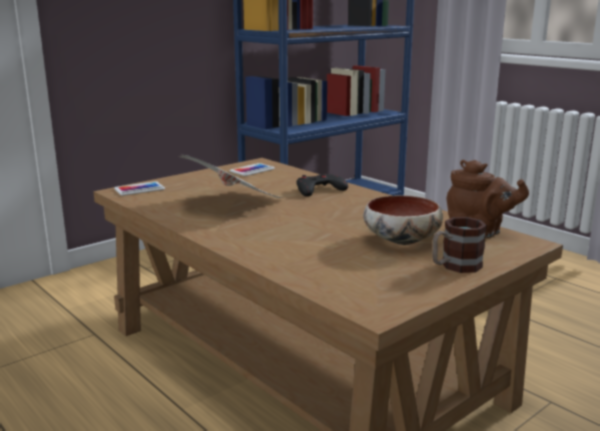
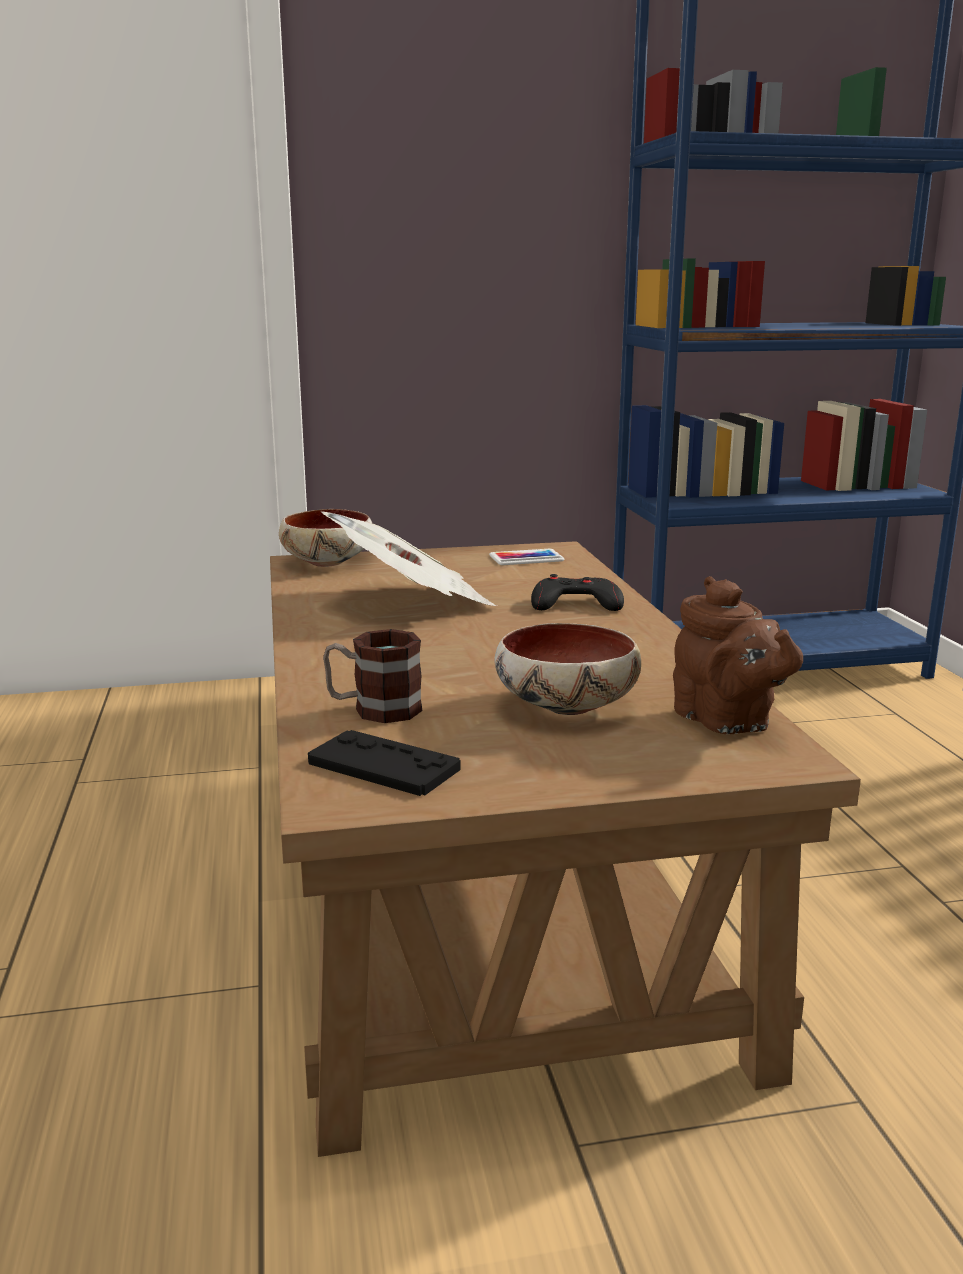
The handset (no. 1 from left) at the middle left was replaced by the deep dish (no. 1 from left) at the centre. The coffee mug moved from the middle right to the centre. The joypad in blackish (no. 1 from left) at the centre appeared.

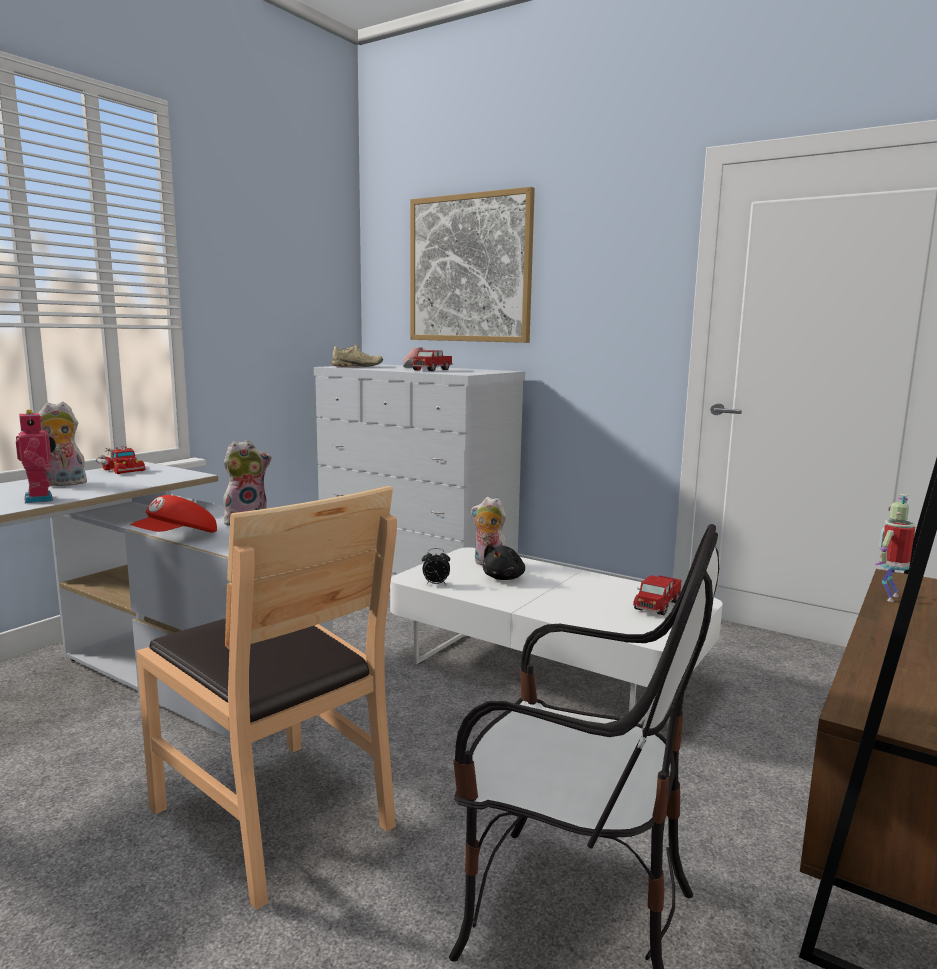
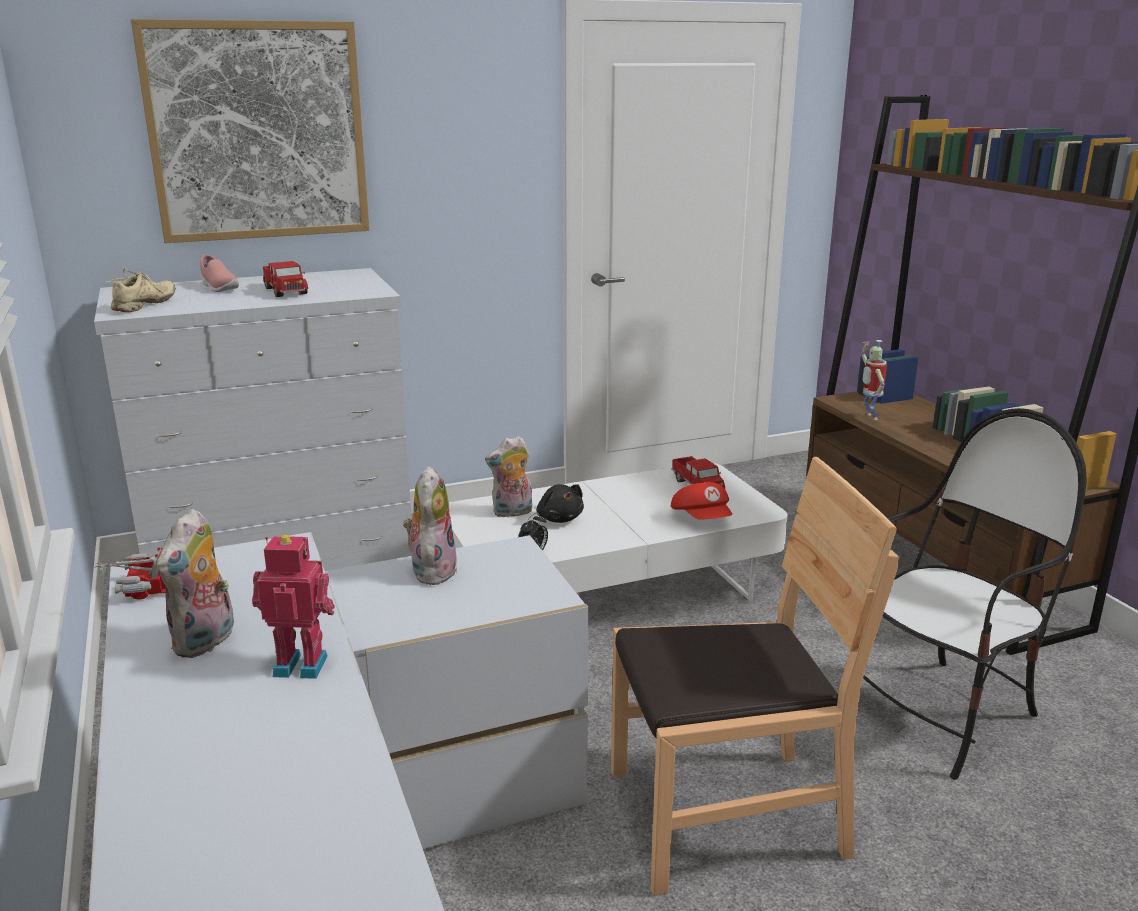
The peaked cap in red-coloured moved from the middle left to the centre.

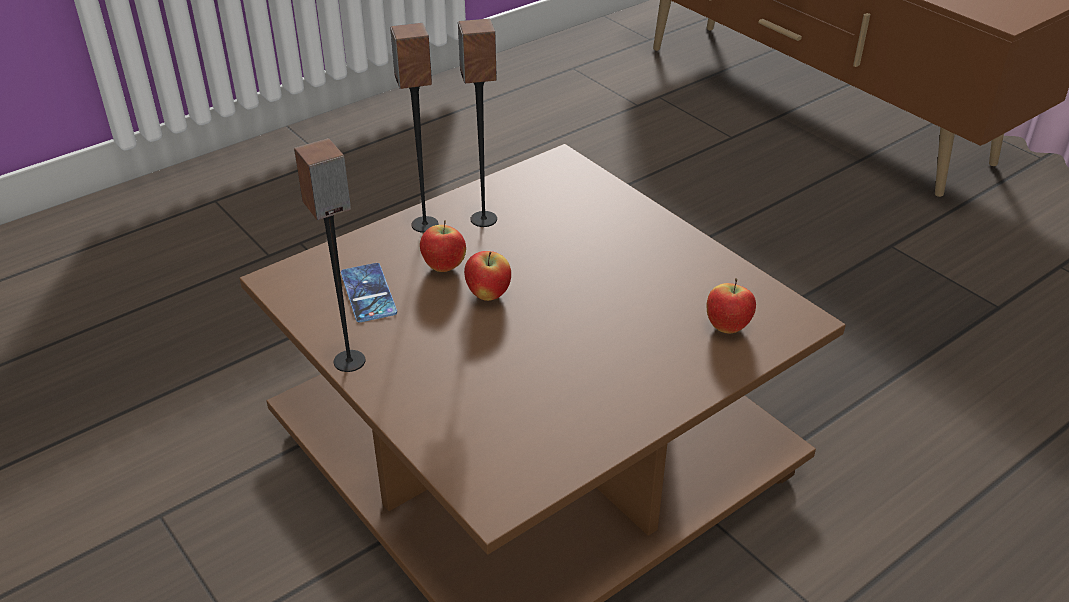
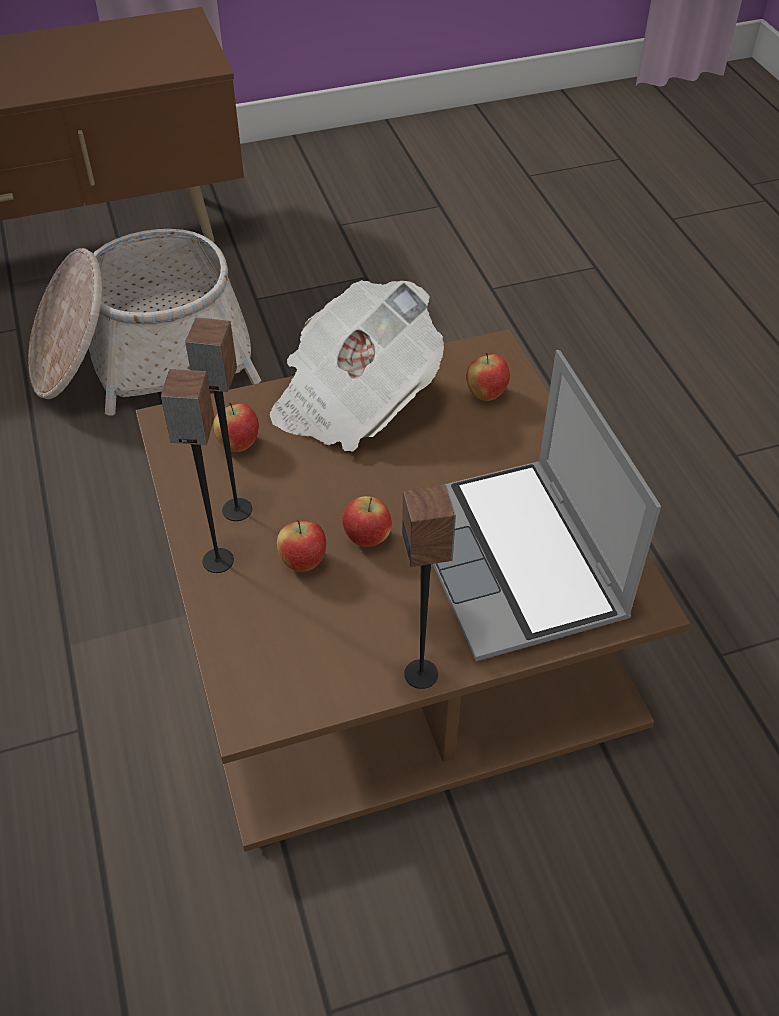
The handset at the centre disappeared. The storage basket at the top left appeared. The whole apple (no. 1 from left) at the middle left appeared. The newspaper at the centre appeared. The laptop at the middle right appeared.

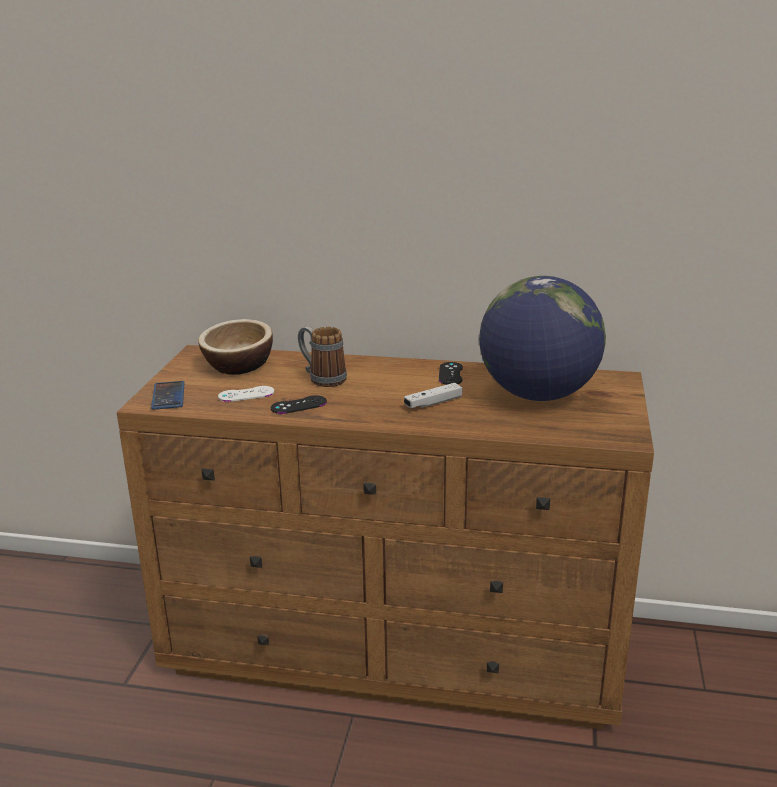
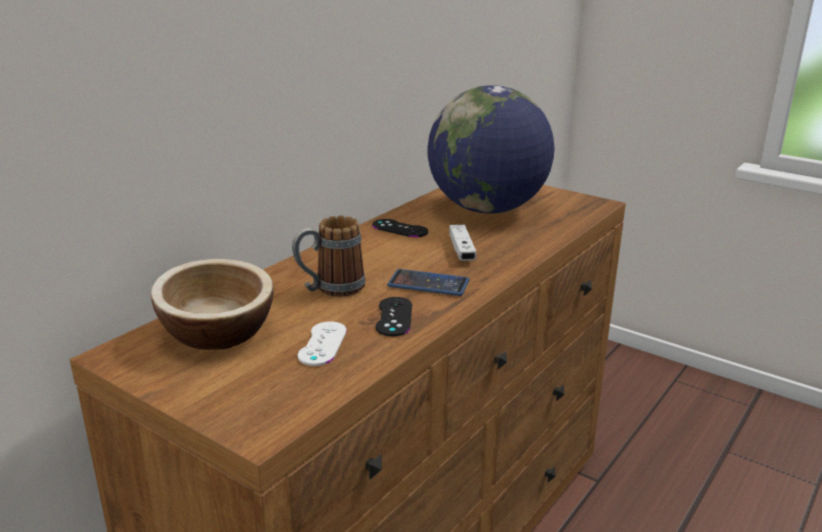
The handset moved from the middle left to the centre.

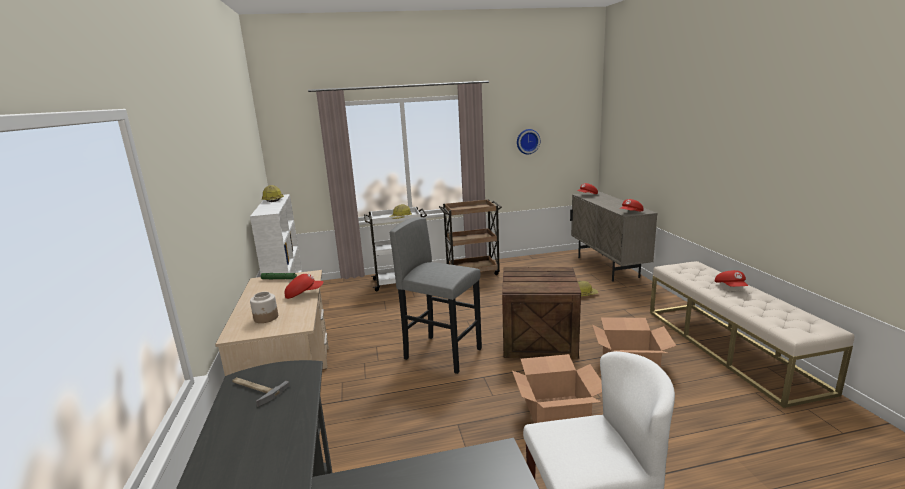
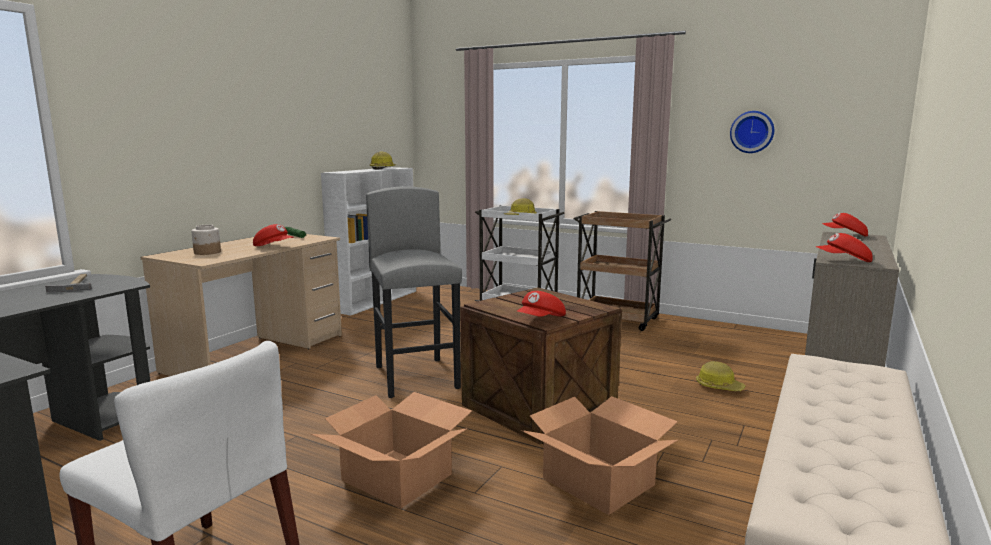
The peaked cap in red-coloured (no. 4 from left in the first image) moved from the middle right to the centre.

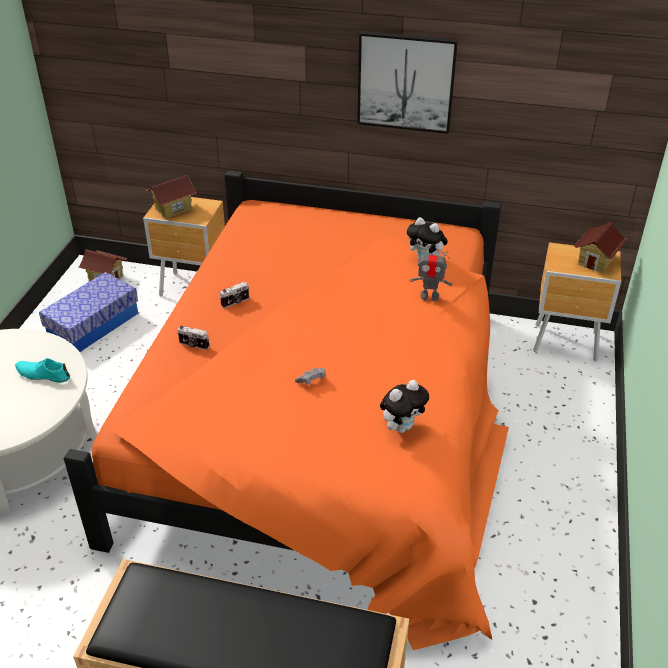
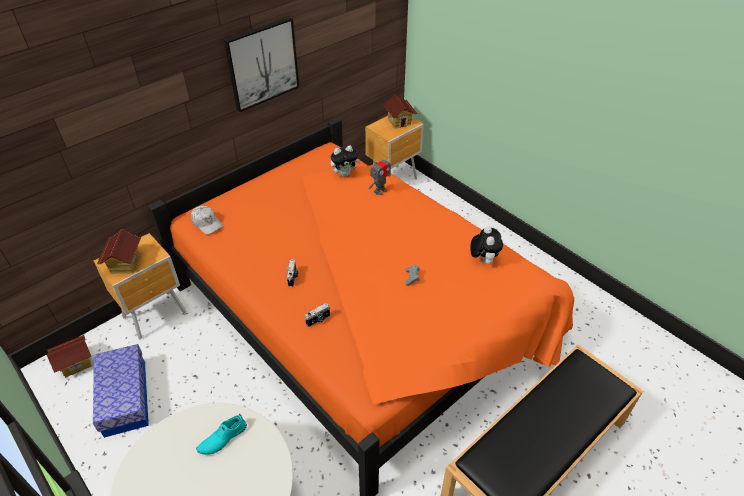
The peaked cap in white-coloured at the middle left appeared.

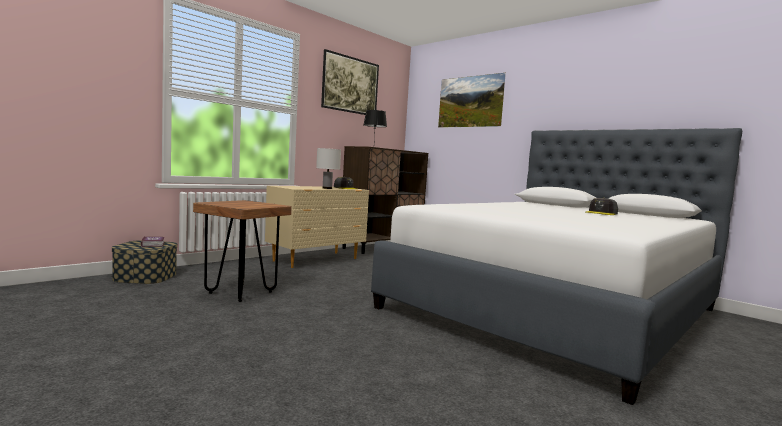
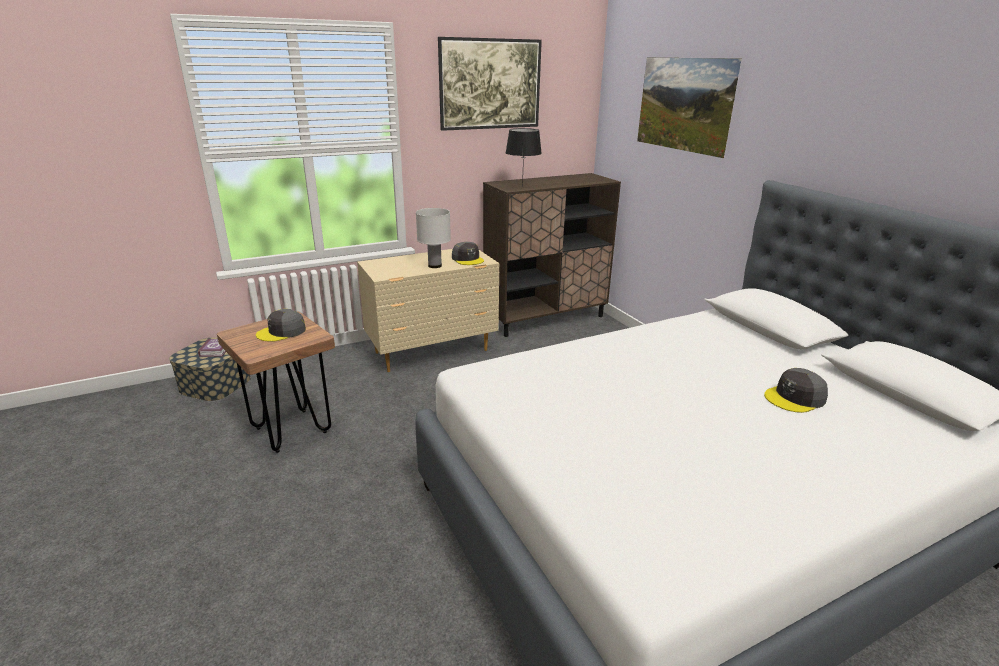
The peaked cap in grey (no. 1 from left) at the middle left appeared.

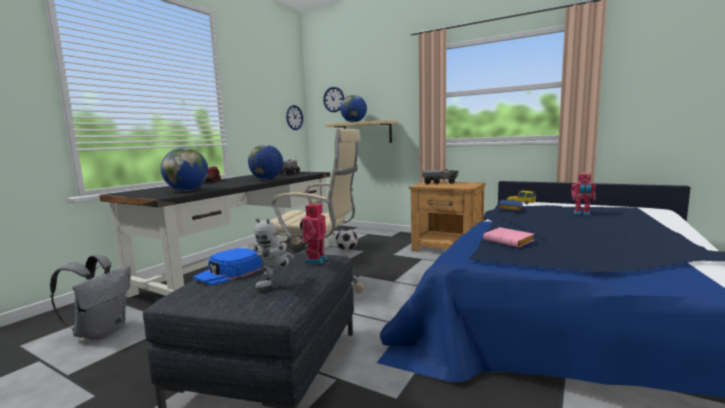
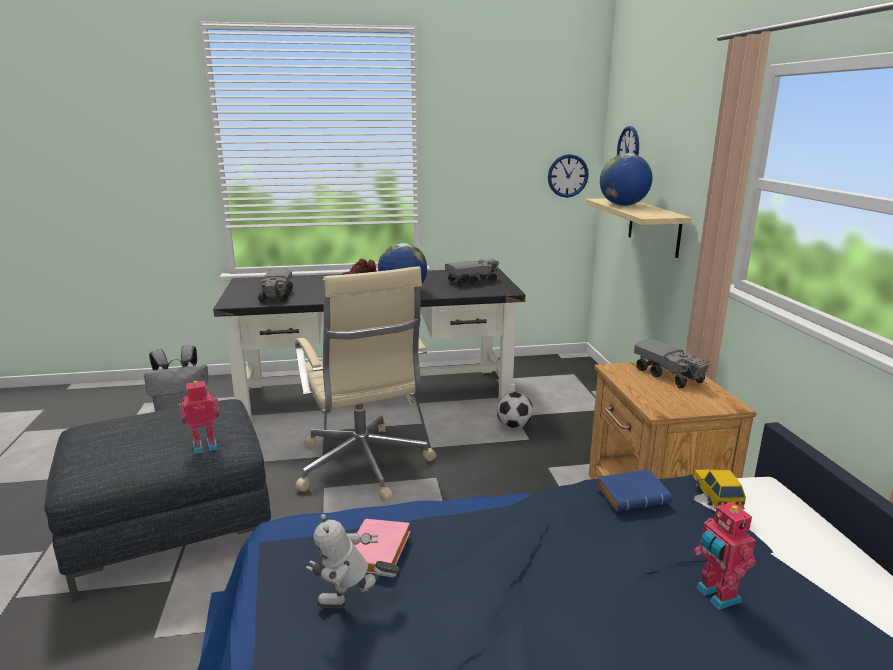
The globe (no. 1 from left) at the middle left was replaced by the model truck (no. 1 from left) at the middle left. The peaked cap in bluish at the middle left disappeared. The model robot (no. 1 from left in the first image) moved from the centre to the bottom centre.

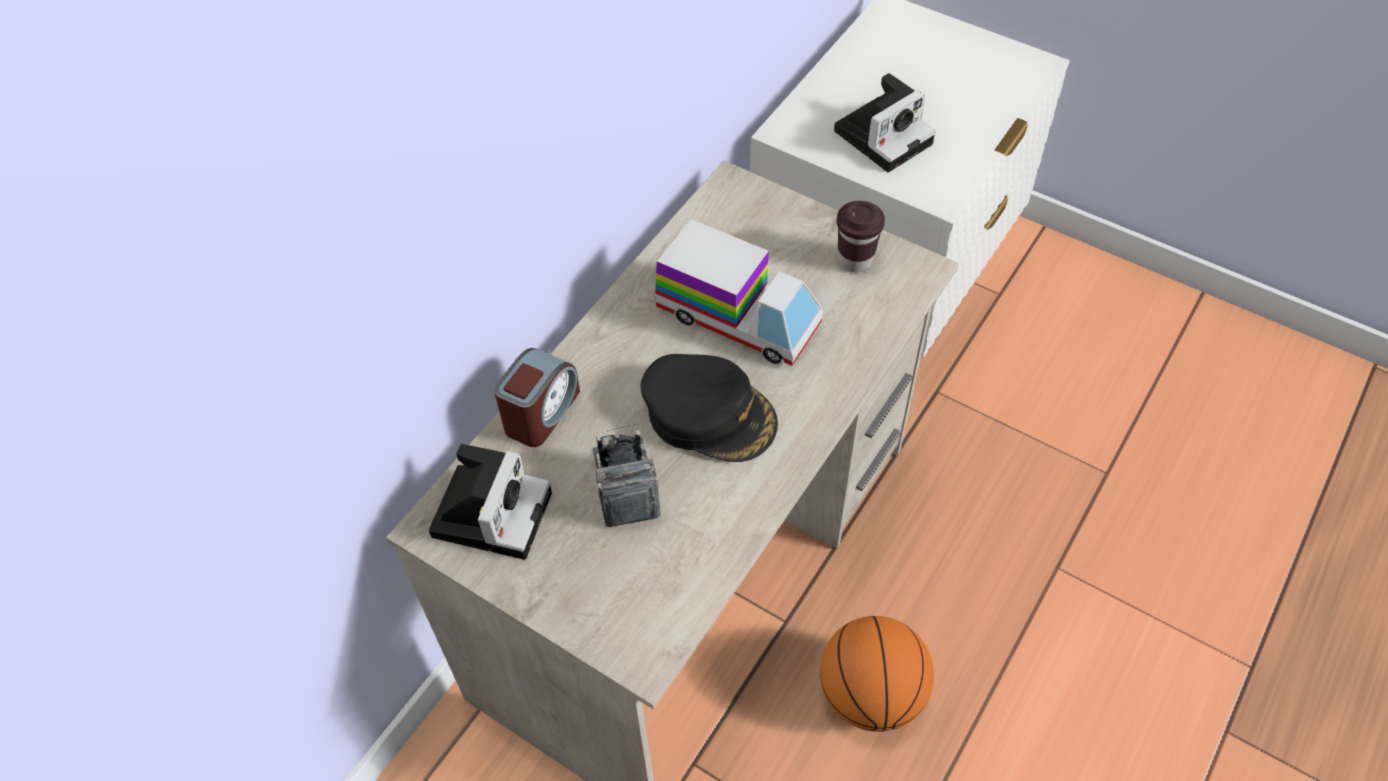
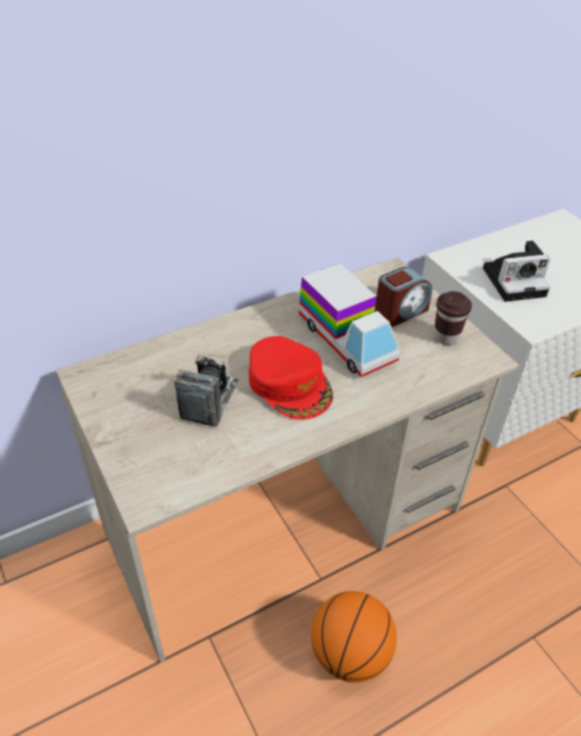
The photo camera (no. 1 from left) at the centre disappeared. The bedside clock moved from the centre to the middle right. The peaked cap in blackish at the centre became the peaked cap in red-coloured at the centre.

